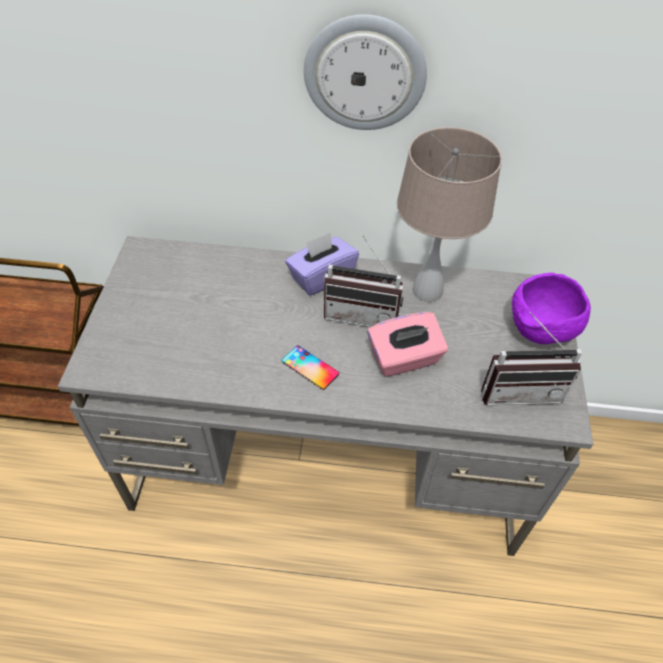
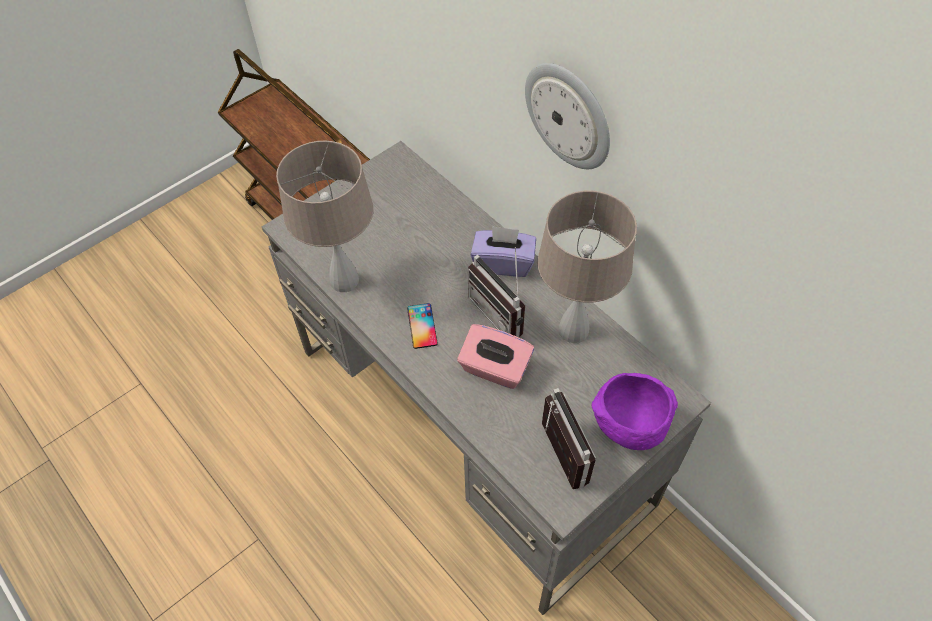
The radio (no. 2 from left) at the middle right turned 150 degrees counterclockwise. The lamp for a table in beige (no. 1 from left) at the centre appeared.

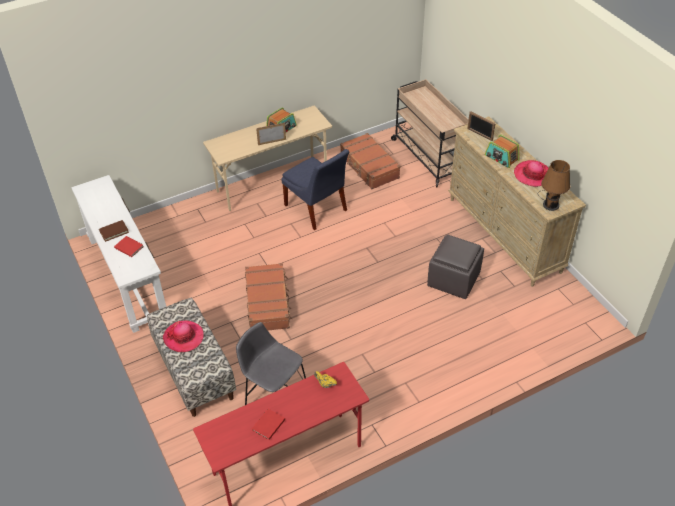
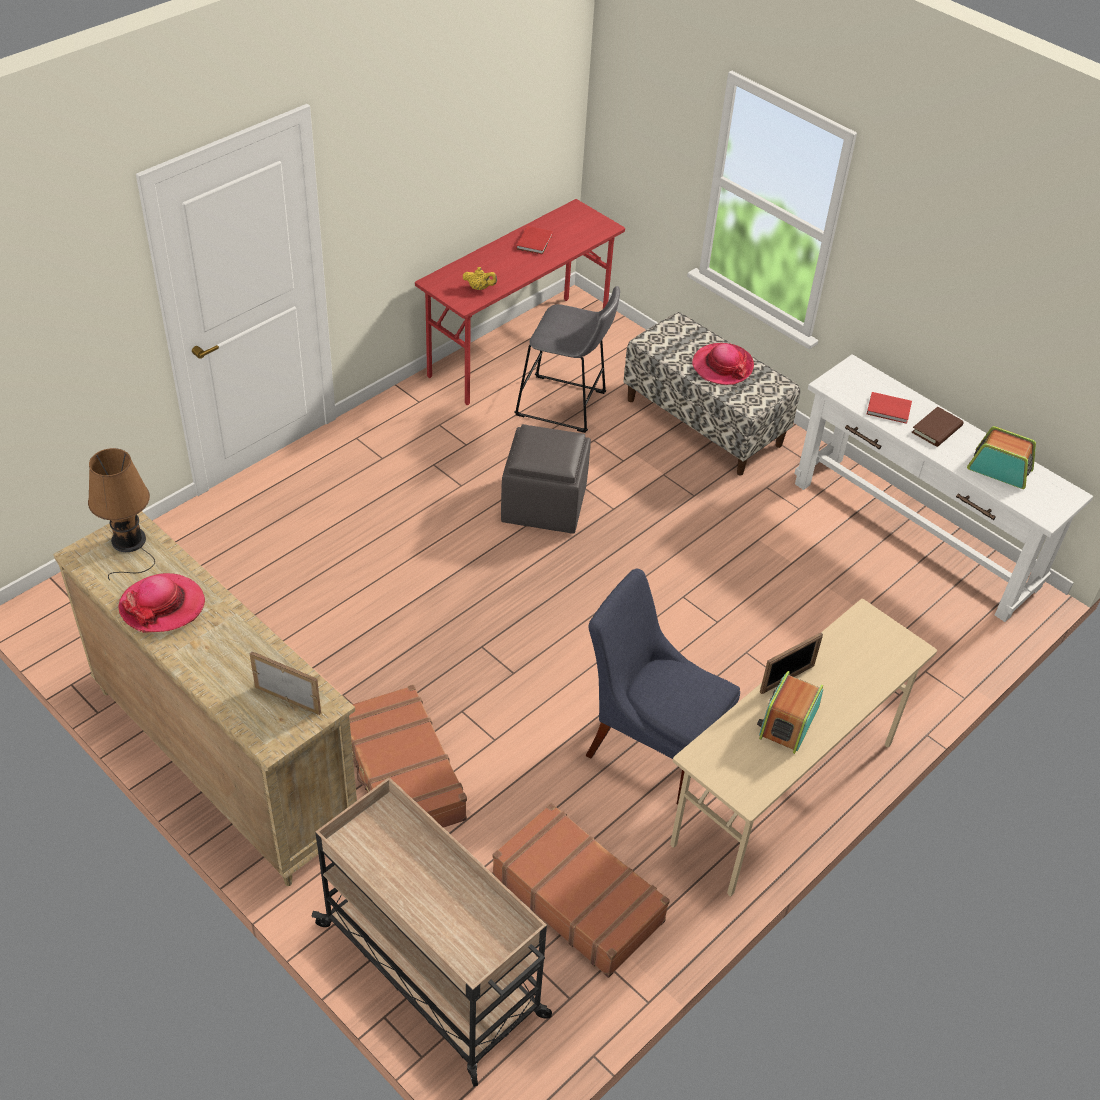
The suitcase in brown (no. 1 from left) moved from the centre to the bottom centre. The footrest in grey moved from the middle right to the centre. The radio (no. 2 from left) moved from the top right to the middle right.

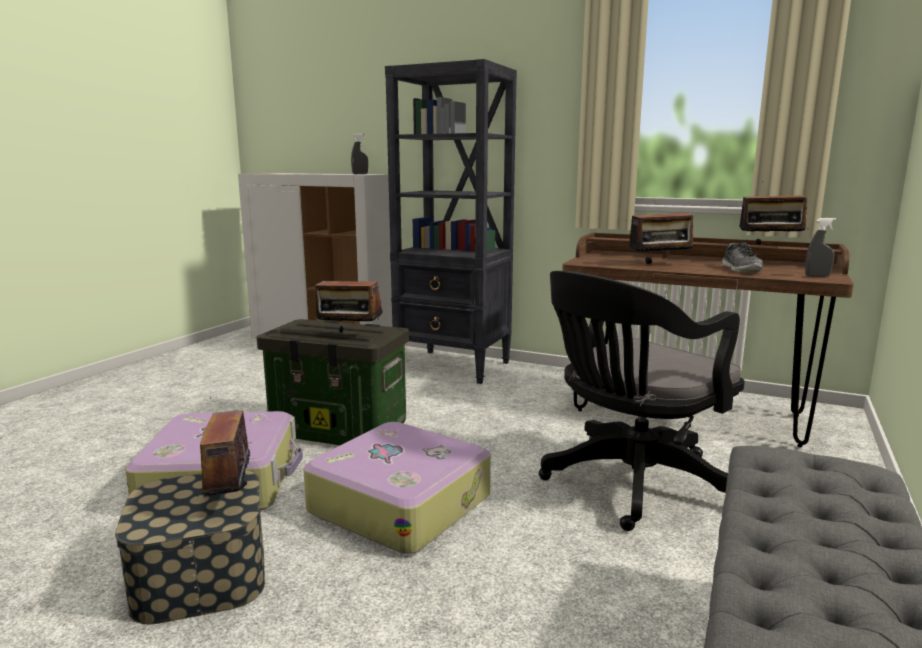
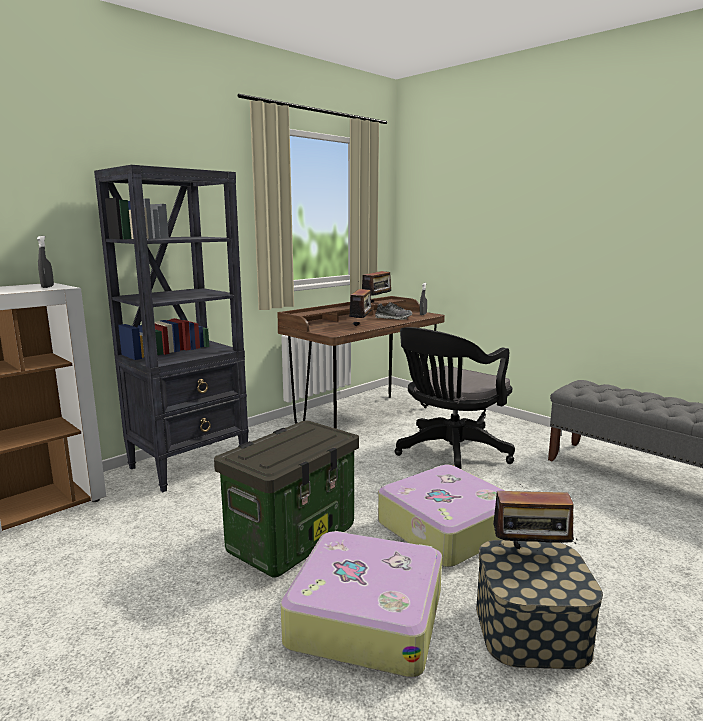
The radio (no. 2 from left) at the centre disappeared. The computer chair in blackish at the middle right turned 60 degrees clockwise.

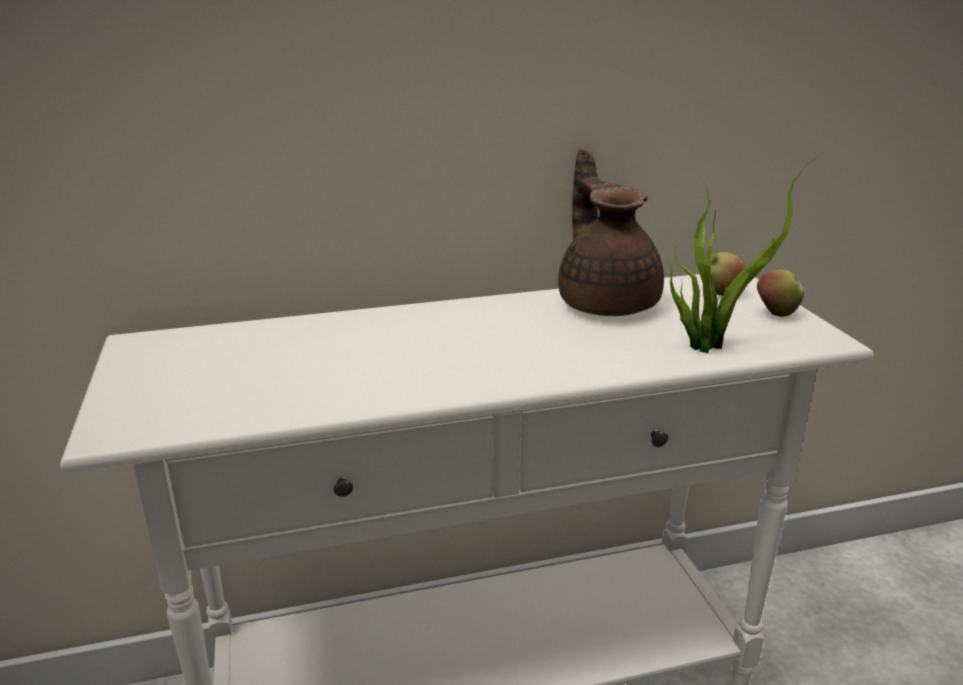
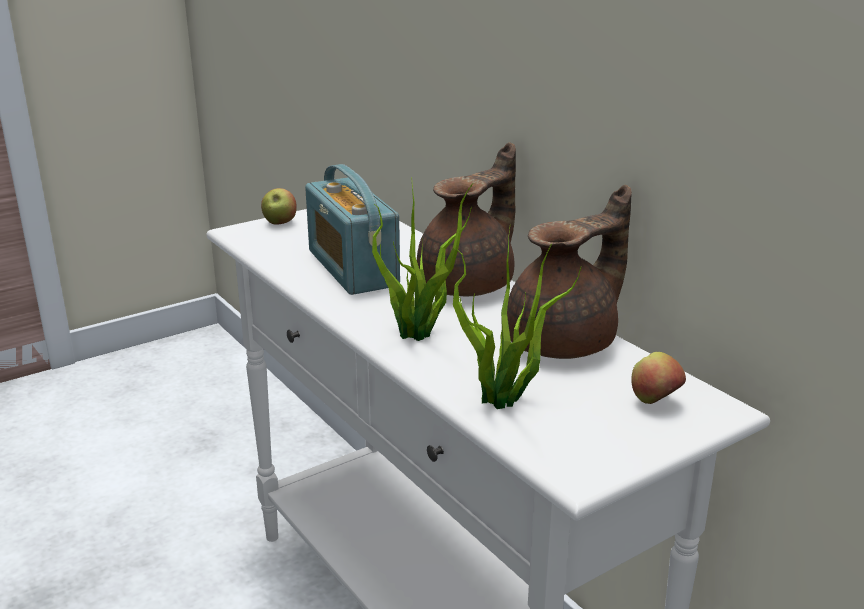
The whole apple (no. 2 from left in the first image) moved from the middle right to the middle left. The radio at the centre appeared. The houseplant (no. 1 from left) at the centre appeared. The teapot in brown (no. 1 from left) at the centre appeared.

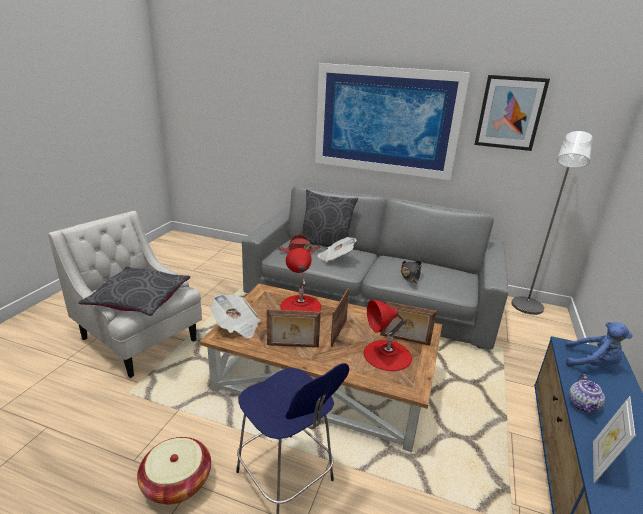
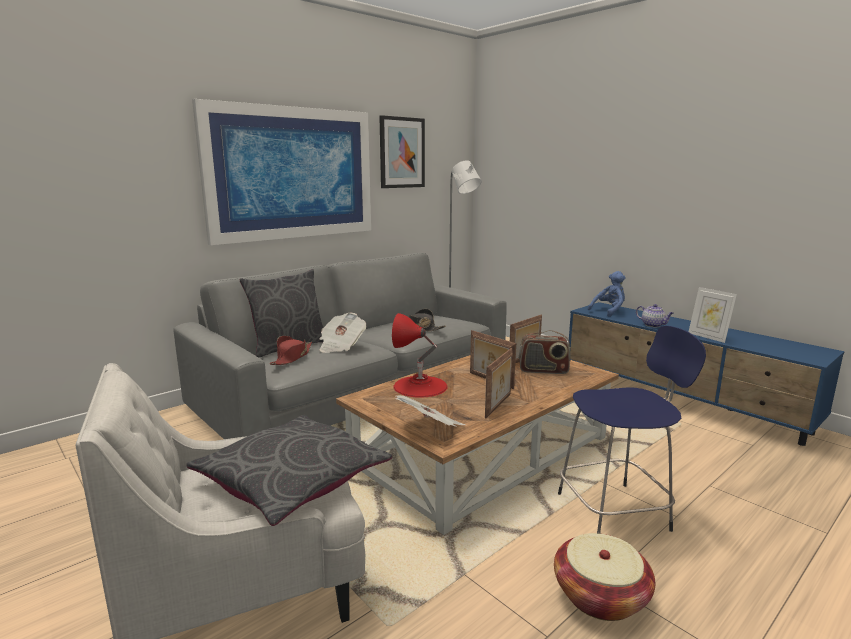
The lamp for a table in red-coloured (no. 2 from left) at the centre was replaced by the radio at the centre.

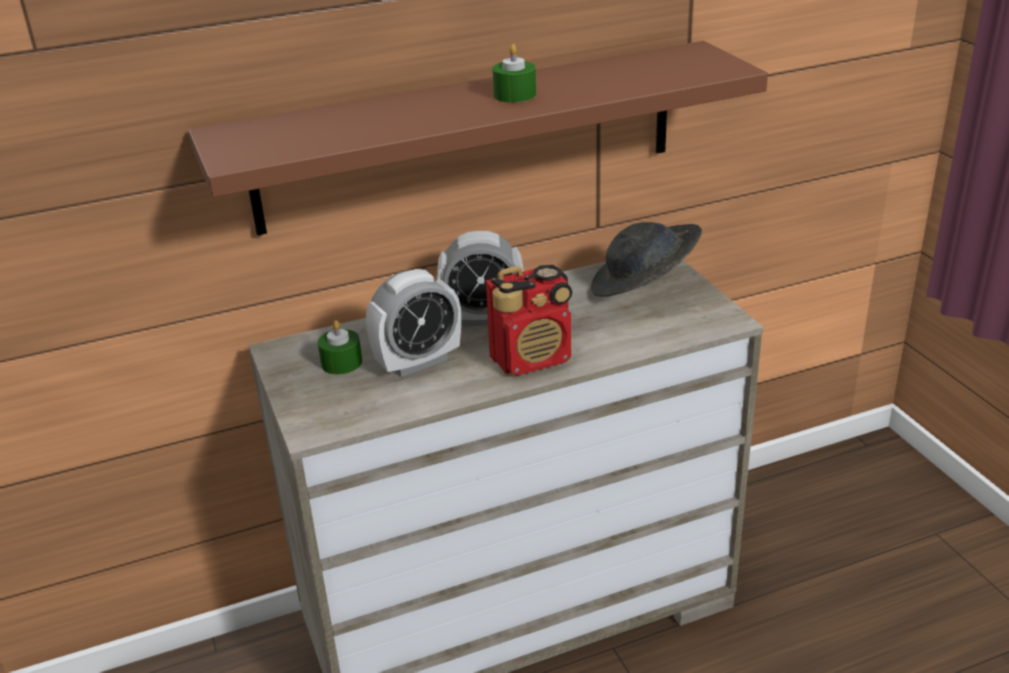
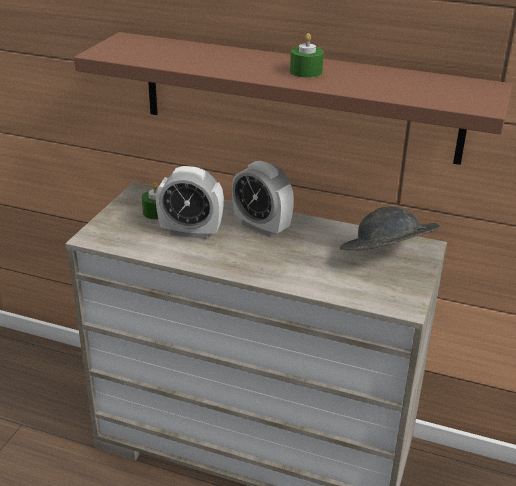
The radio at the centre disappeared.

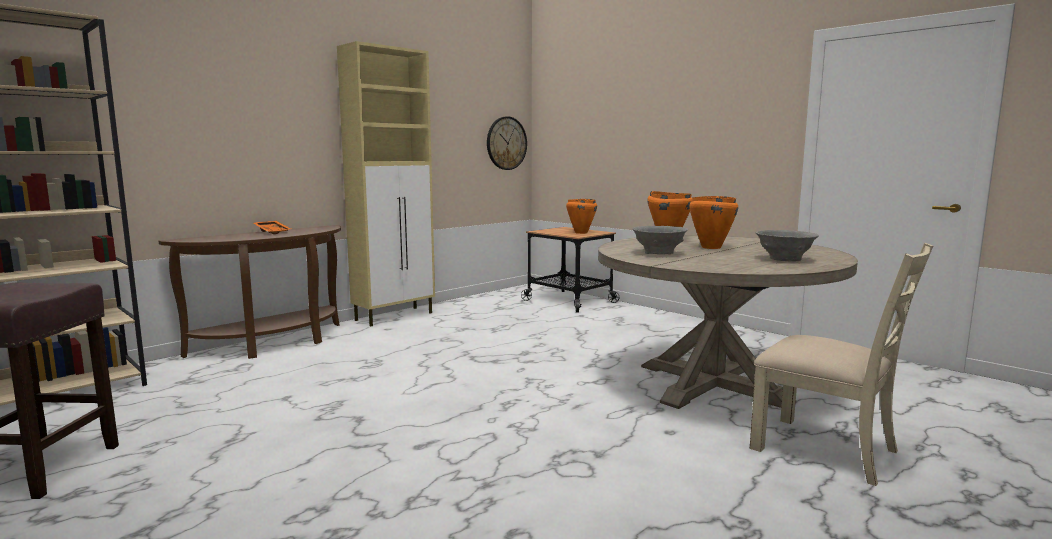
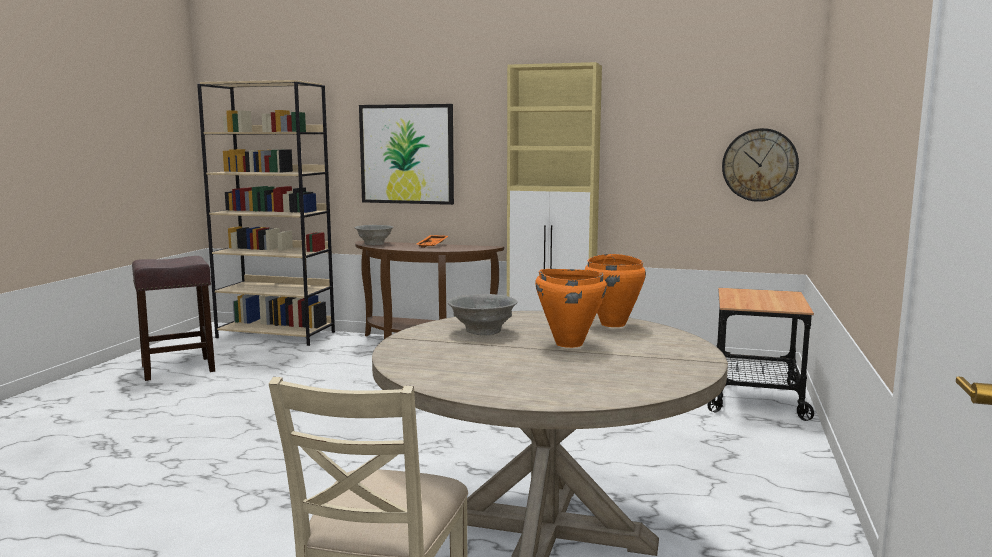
The cooking pot in orange (no. 1 from left) at the centre disappeared. The deep dish in grey (no. 2 from left in the first image) moved from the middle right to the centre. The wall picture at the top centre appeared.

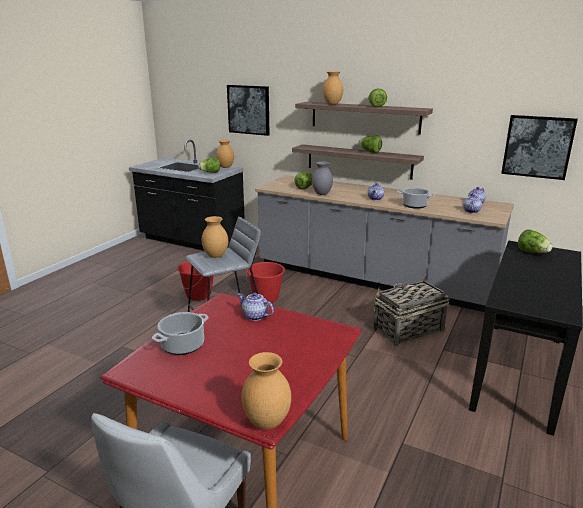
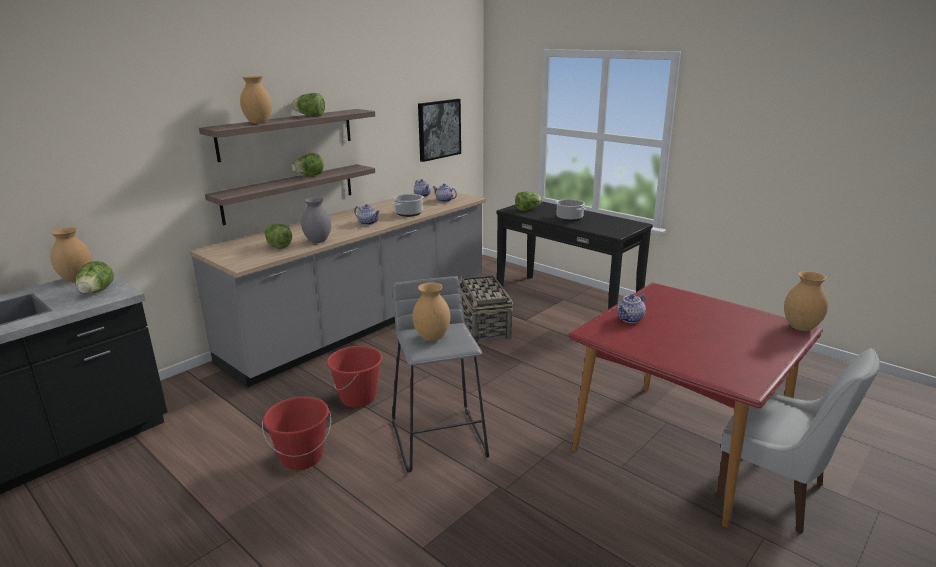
The cooking pot (no. 1 from left in the first image) moved from the middle left to the centre. The wall picture (no. 1 from left) at the top centre disappeared.

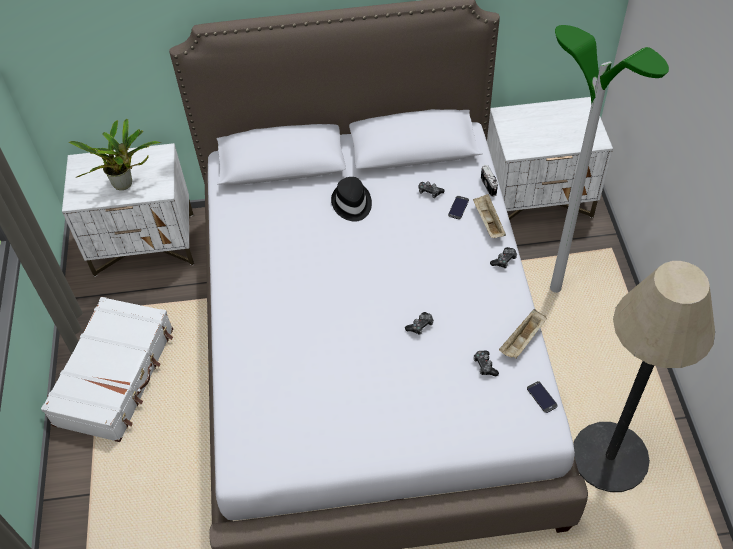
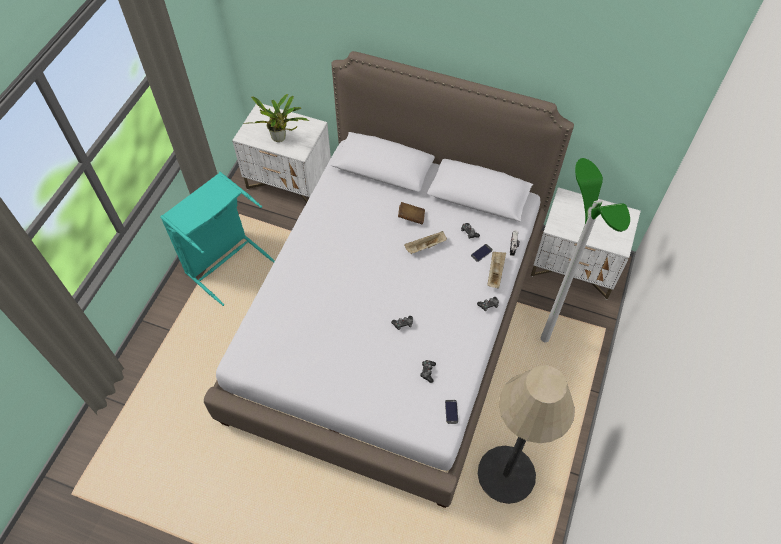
The suitcase in white-coloured at the bottom left was replaced by the washing basket in turquoise at the middle left. The wearable hat in blackish at the centre was replaced by the bound book in brown at the centre. The carrying tray in beige (no. 2 from left in the first image) moved from the middle right to the centre.

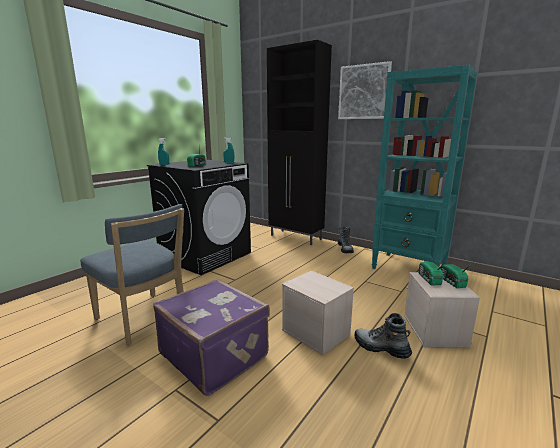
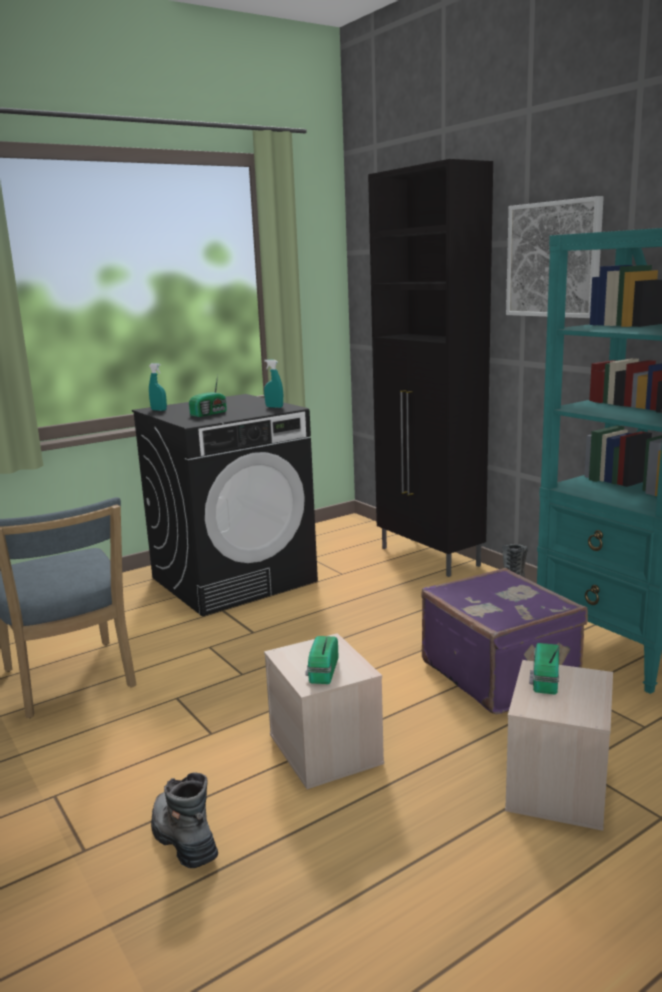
The suitcase in purple moved from the bottom centre to the middle right. The high-top boot (no. 2 from left in the first image) moved from the bottom right to the bottom left. The radio (no. 3 from left in the first image) moved from the middle right to the centre.

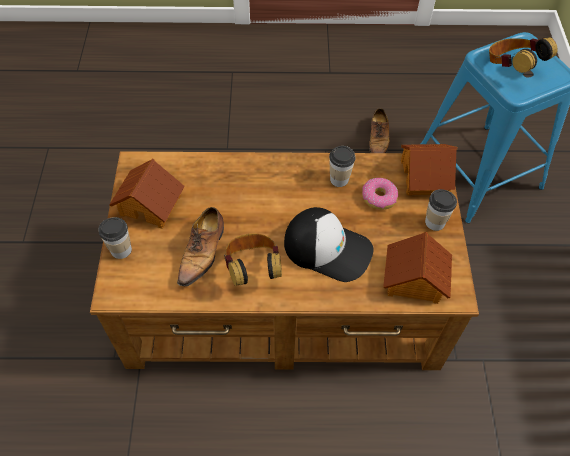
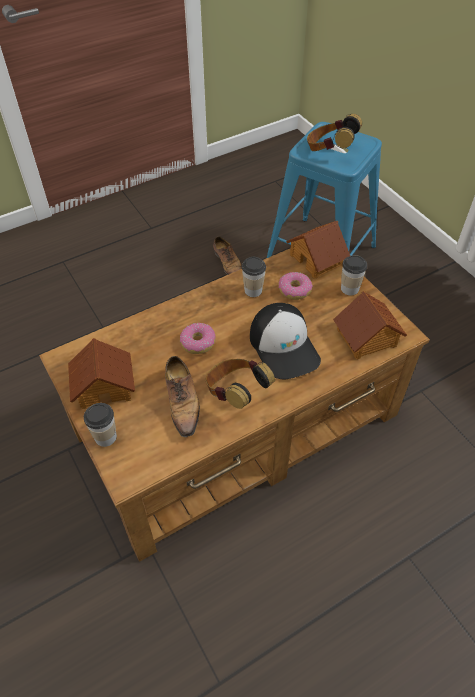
The peaked cap at the centre turned 75 degrees clockwise. The ring doughnut (no. 1 from left) at the centre appeared.

